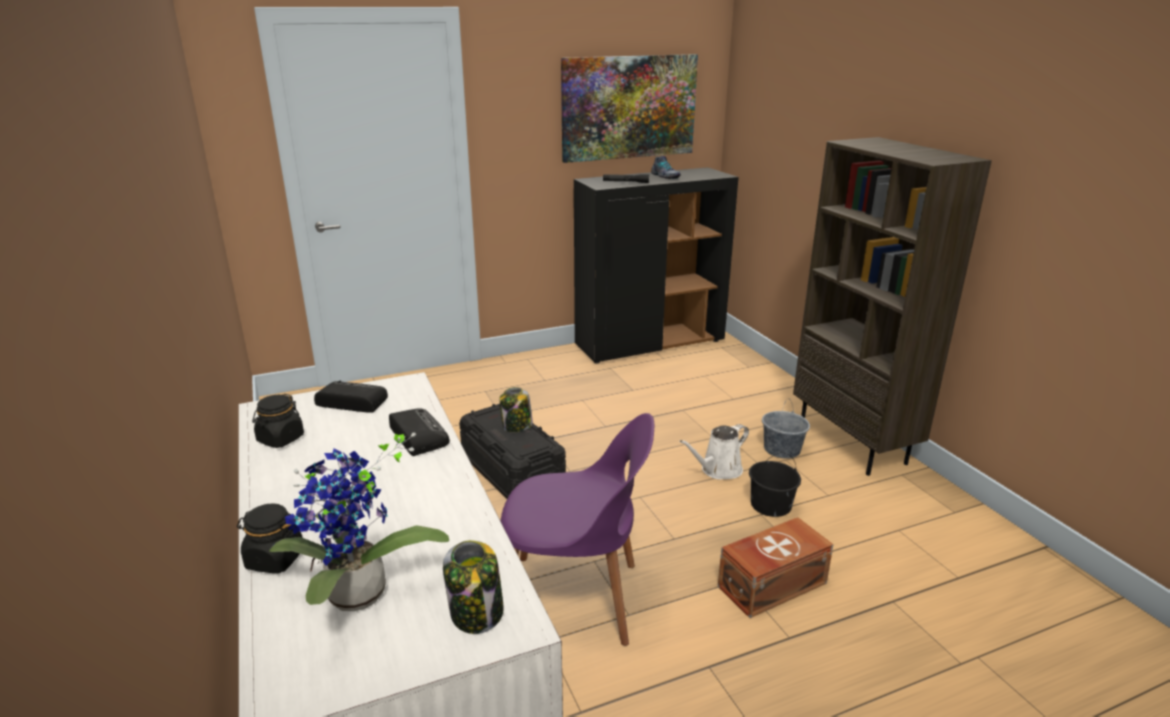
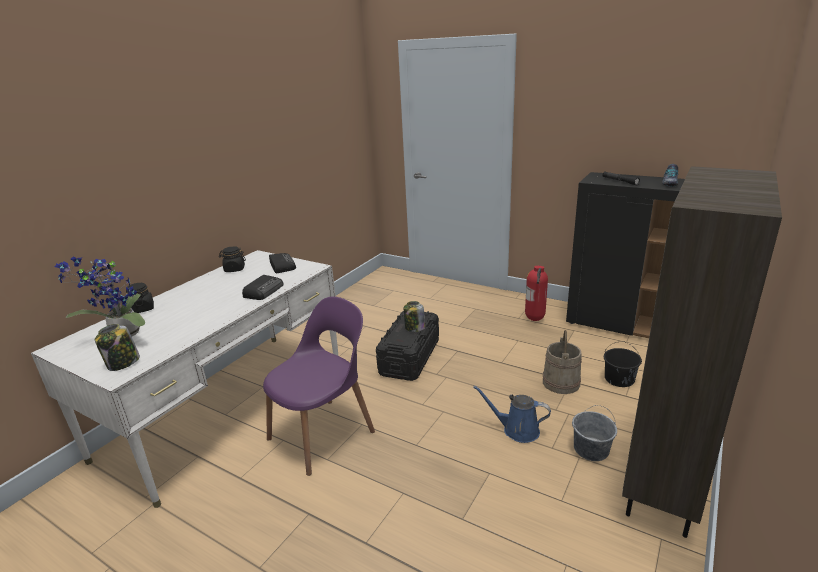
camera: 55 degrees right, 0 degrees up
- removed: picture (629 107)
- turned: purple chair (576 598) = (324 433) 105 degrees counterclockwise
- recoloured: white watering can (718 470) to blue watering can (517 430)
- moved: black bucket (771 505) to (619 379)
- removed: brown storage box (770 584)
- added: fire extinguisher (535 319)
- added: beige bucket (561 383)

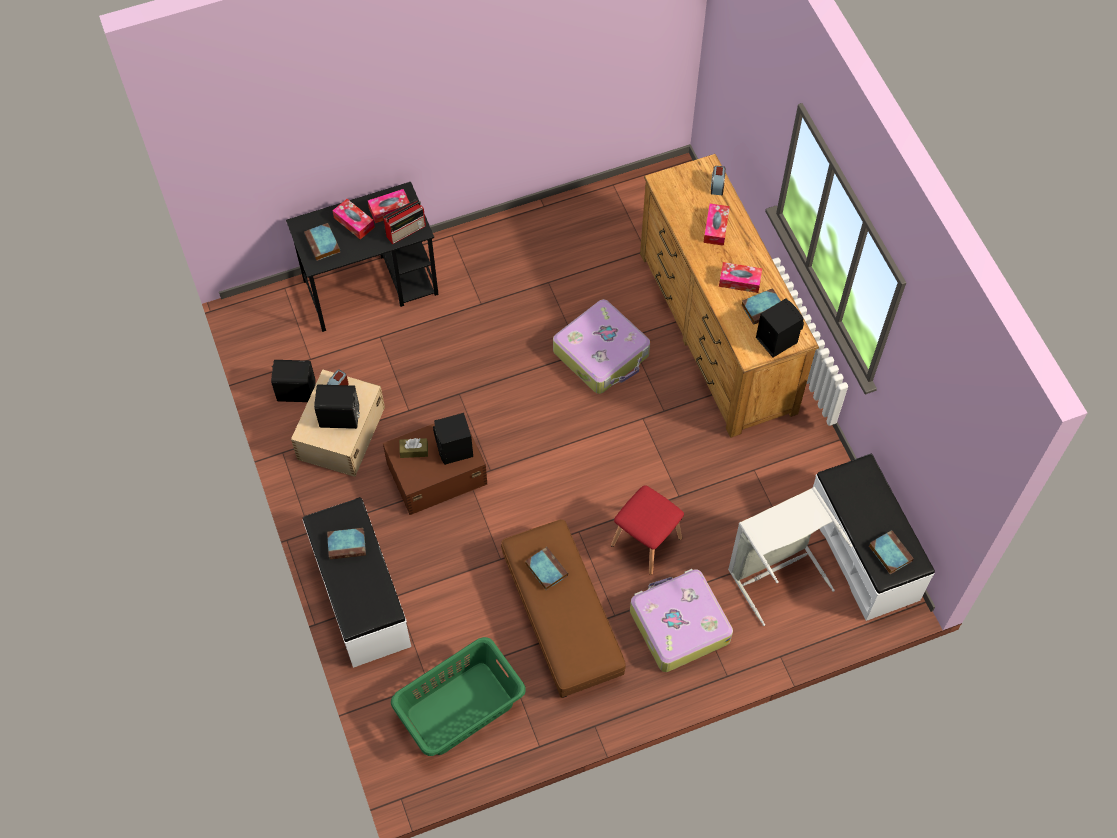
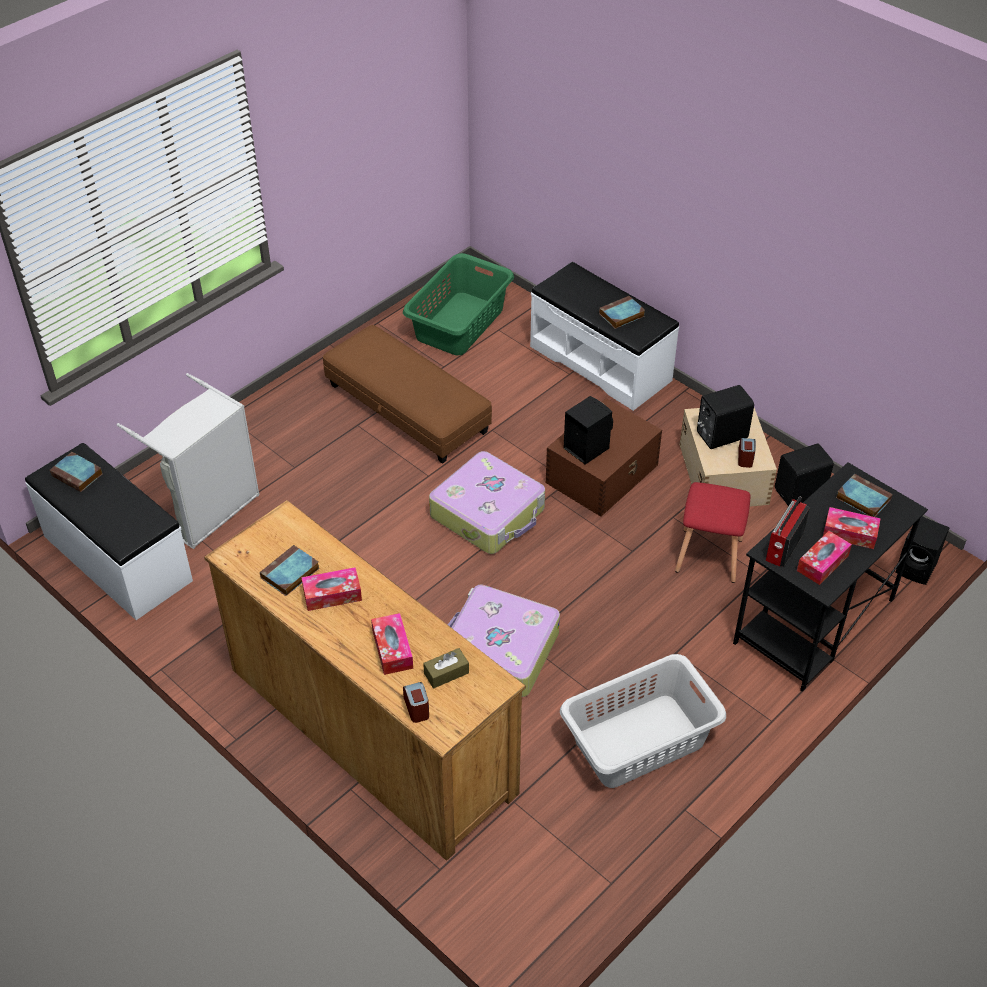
camera: 155 degrees right, 15 degrees down
- moved: black speaker (776 339) to (917 568)
- moved: brown tissue box (414 450) to (446 673)
- moved: red stool (646 543) to (708 554)
- removed: book (545 569)
- moved: suitcase (678 625) to (489 513)
- added: grey laundry basket (638 740)

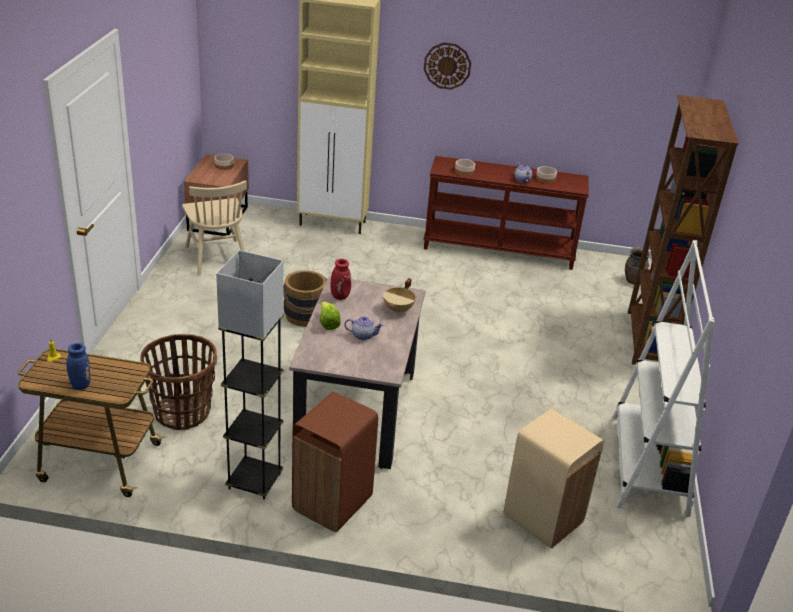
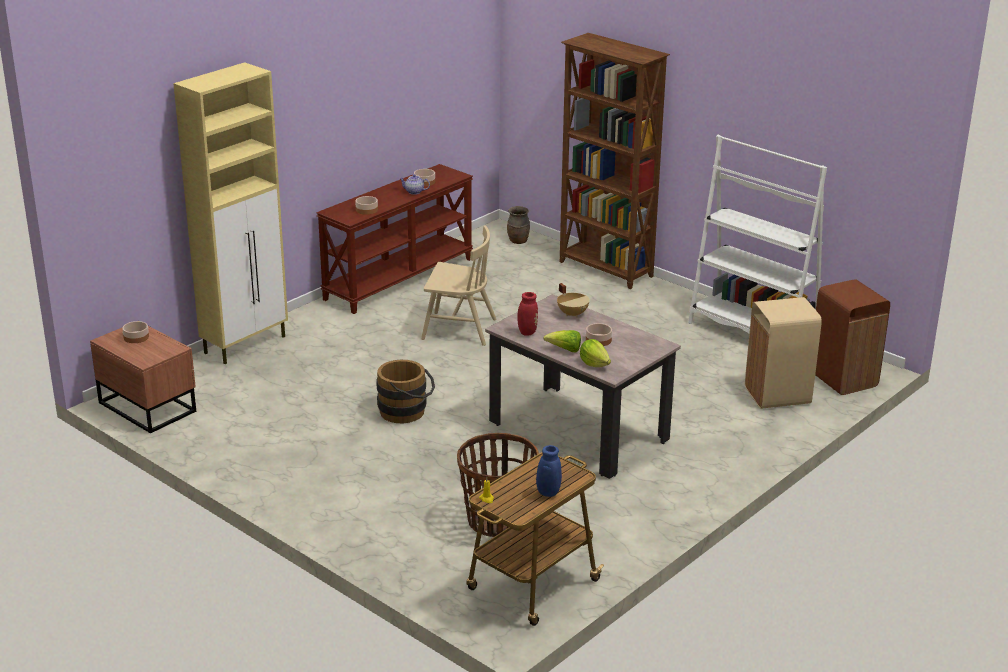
camera: 55 degrees left, 5 degrees down
- removed: wall clock (447 65)
- moved: beige chair (217 257) to (458 329)
- removed: grey floor lamp (254 481)
- replaced: teapot (363 335) to bowl (598 340)
- moved: brown trash can (331 503) to (842 379)
- added: lettuce (594 364)

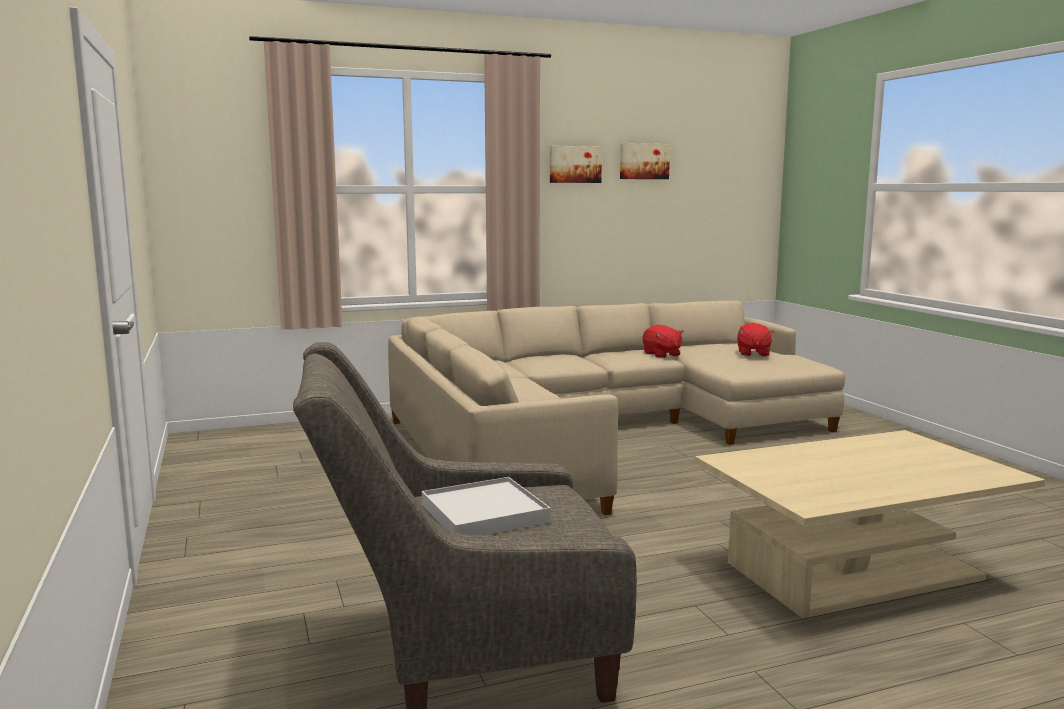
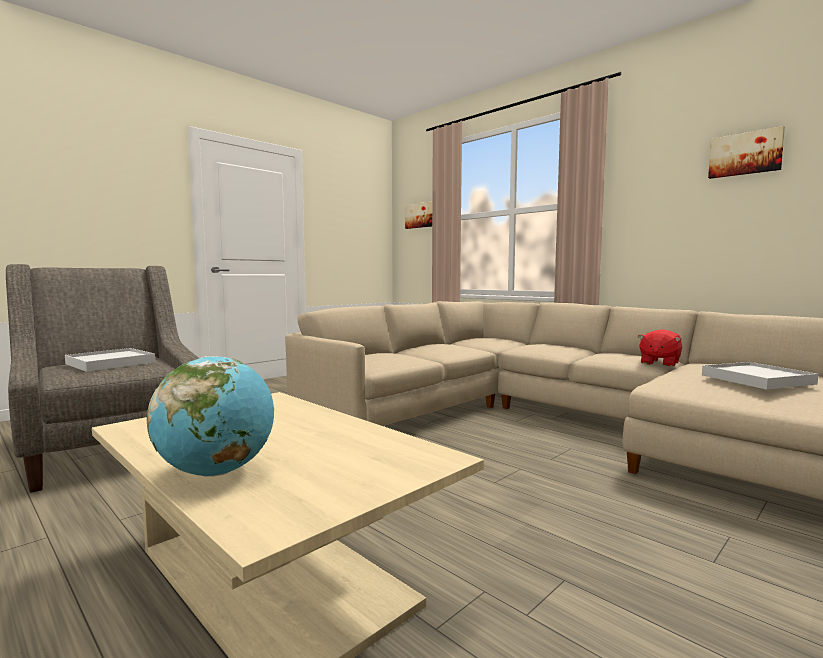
camera: 65 degrees right, 5 degrees down
- moved: picture (574 164) to (420 215)
- replaced: red plush toy (753 353) to white tray (757 379)
- added: globe (217 472)

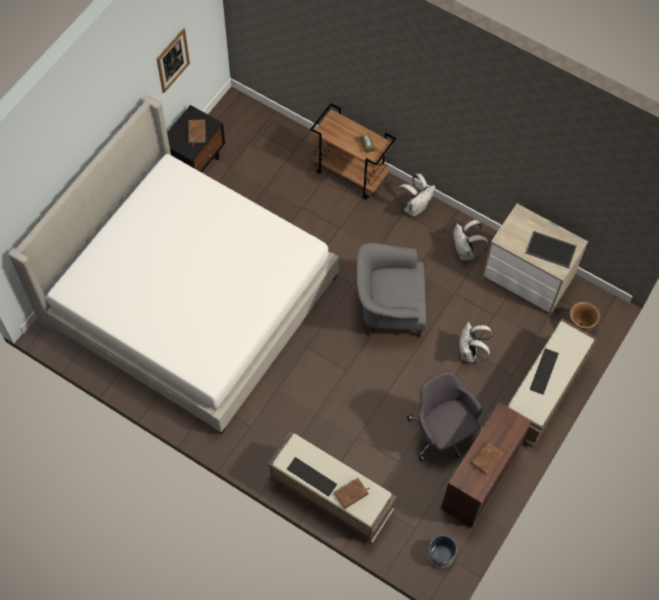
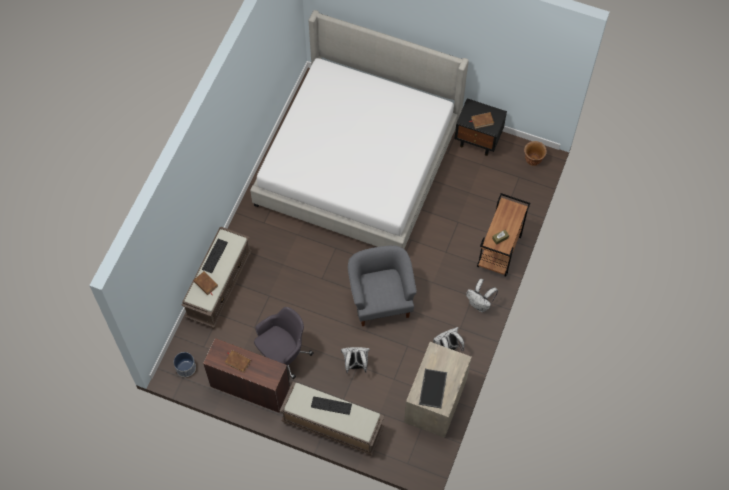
camera: 80 degrees right, 0 degrees up
- removed: picture (172 60)
- moved: brown planter (580 325) to (533 160)

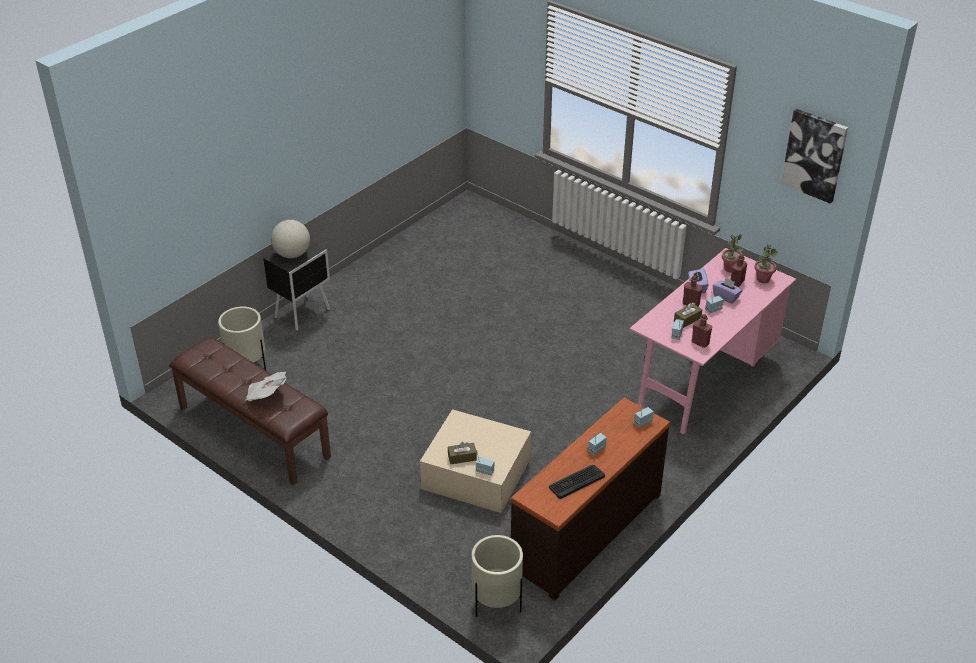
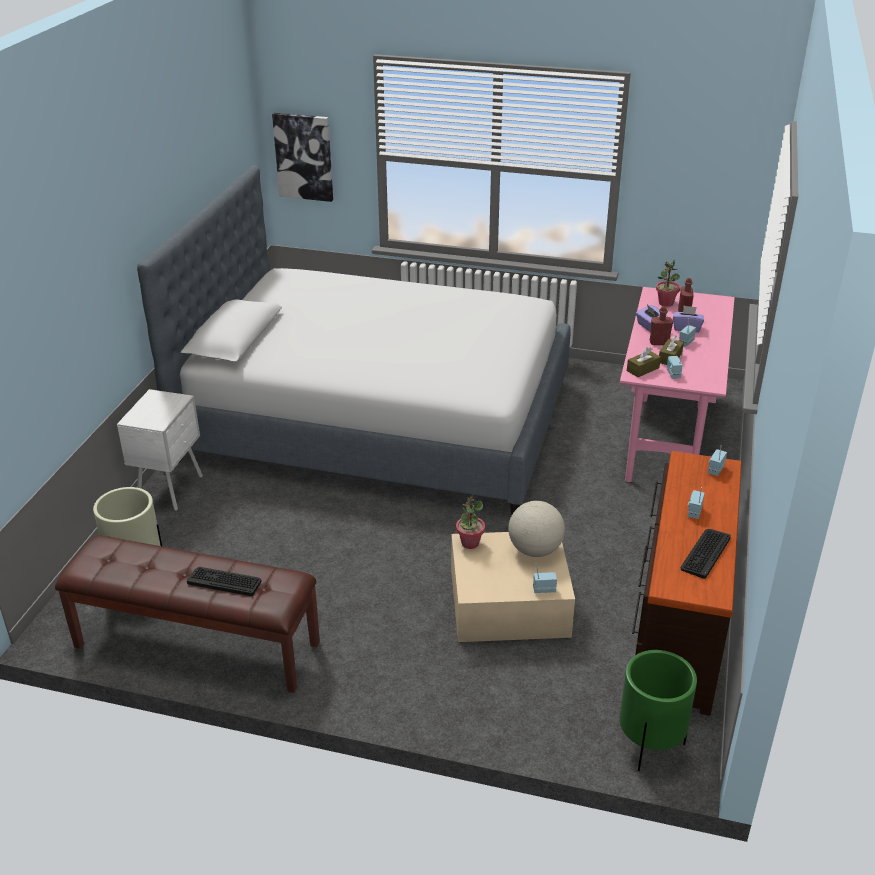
camera: 25 degrees left, 5 degrees down
- moved: picture (814 155) to (304 156)
- moved: globe (292 254) to (535 550)
- recoloured: black nightstand (303 313) to white nightstand (172 489)
- moved: potted plant (763 279) to (470 543)
- removed: red bottle (700 343)
- replaced: newspaper (266 395) to keyboard (224 581)
- moved: brown tissue box (462 457) to (643 369)
- recoloured: beige planter (496 604) to green planter (649 745)
- added: bed (378 419)

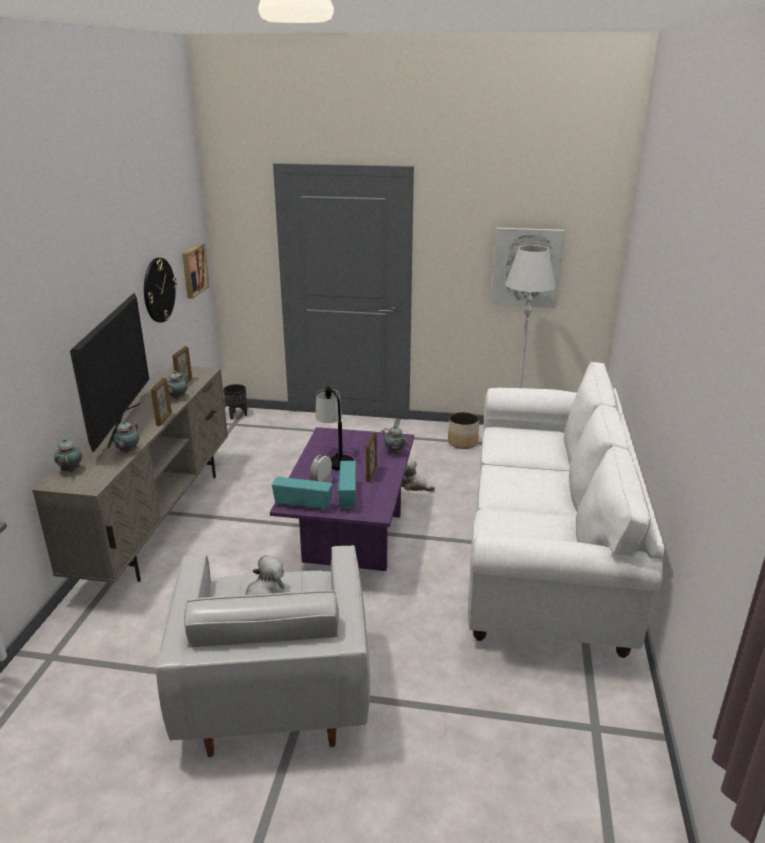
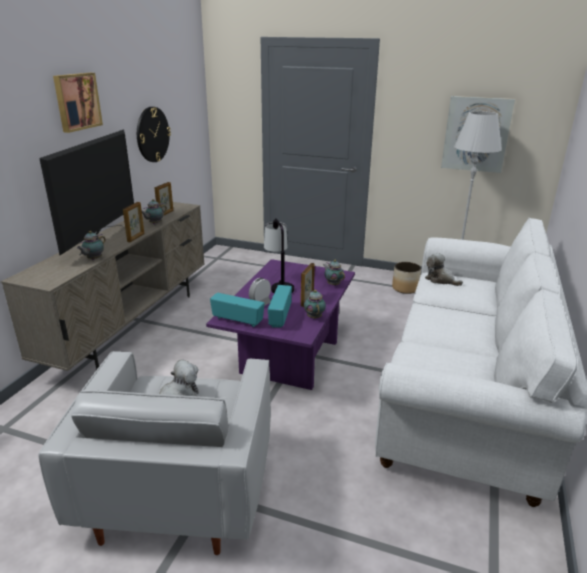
camera: 10 degrees right, 0 degrees up
- moved: picture (193 270) to (76 101)
- removed: black planter (237 415)
- moved: teapot (71 469) to (314 317)
- moved: plush toy (414 486) to (440 280)

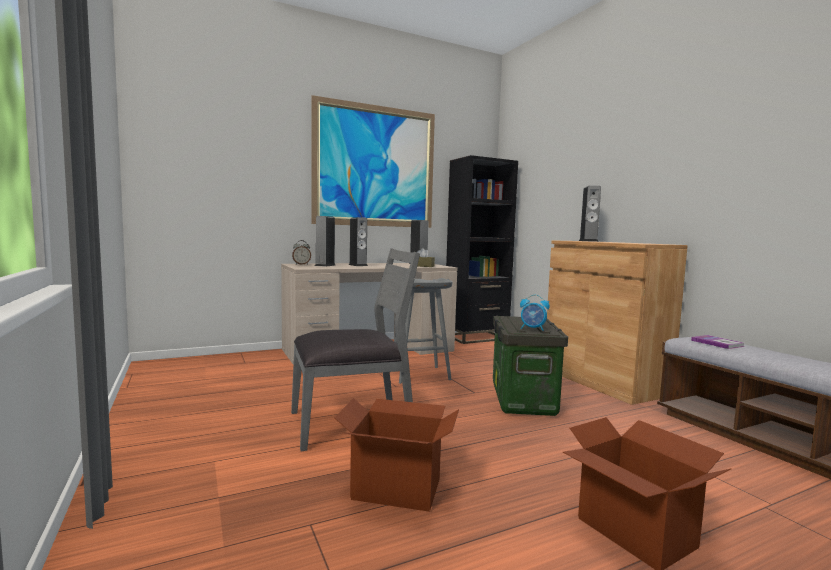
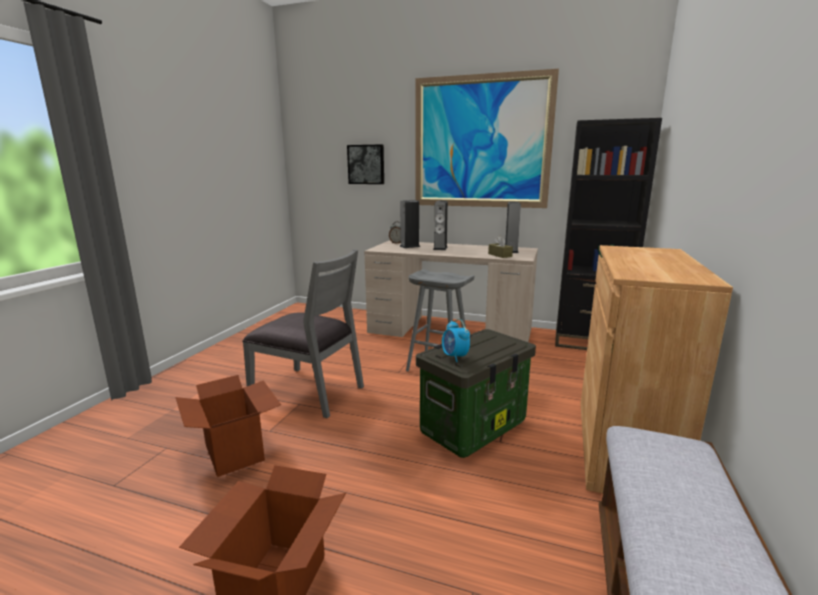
camera: 45 degrees right, 10 degrees up
- removed: speaker (588 241)
- removed: book (717 343)
- added: picture (366 164)

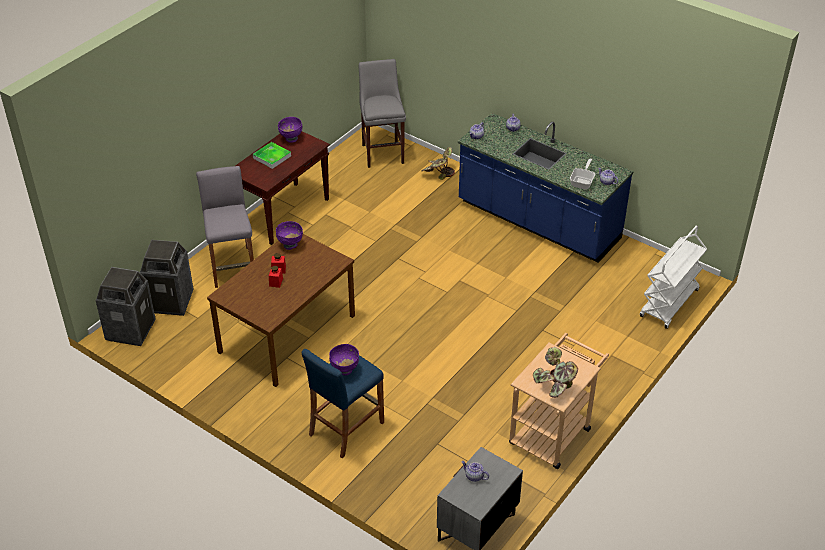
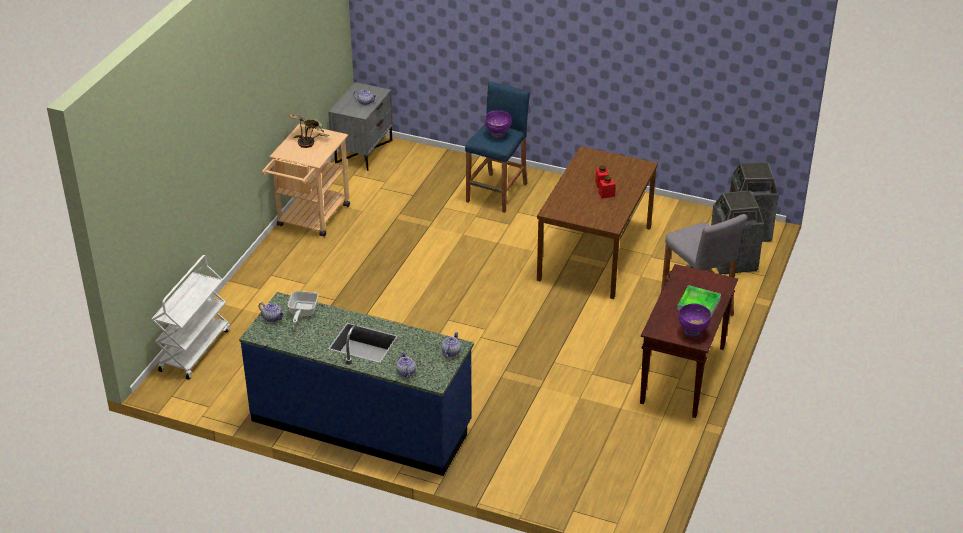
camera: 165 degrees right, 5 degrees down
- removed: grey stool (382 152)
- removed: potted plant (438 173)
- removed: purple bowl (290 245)

